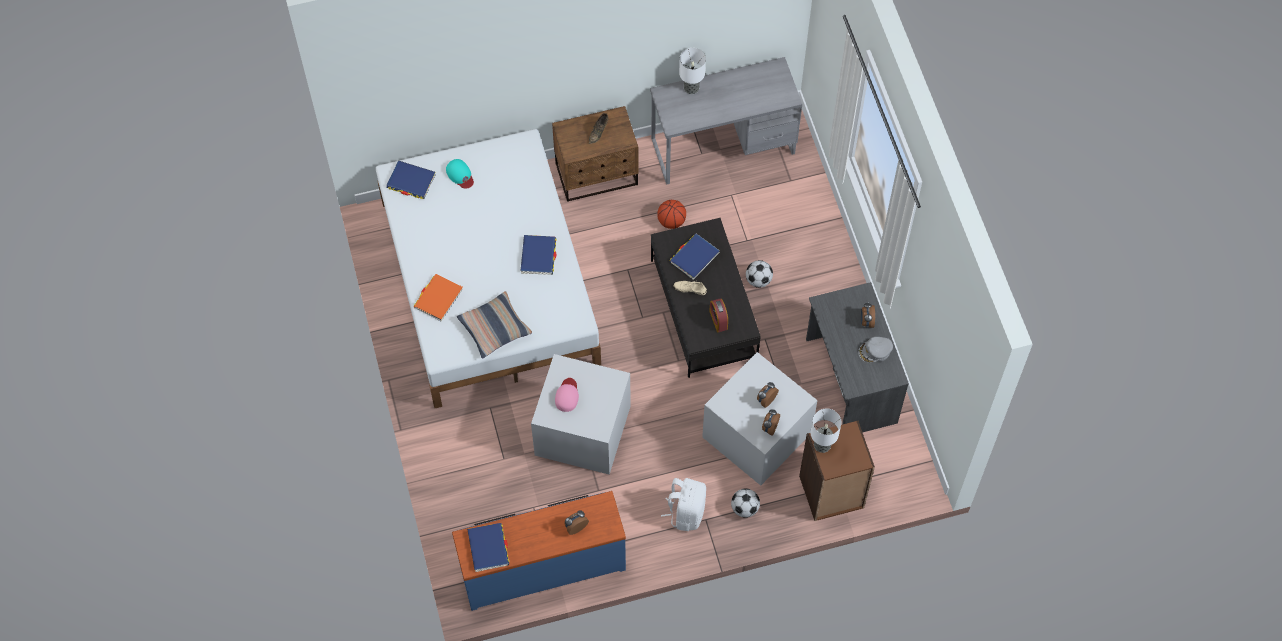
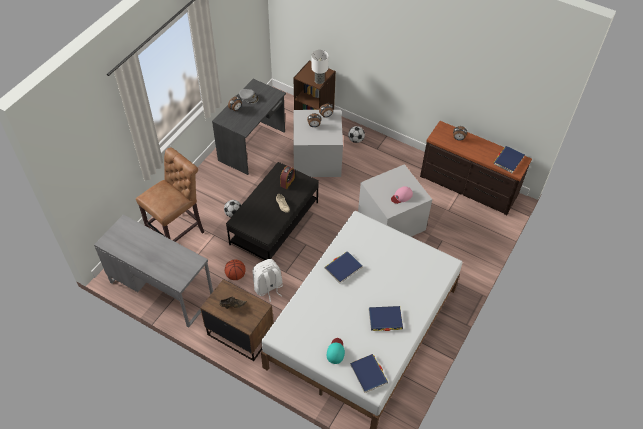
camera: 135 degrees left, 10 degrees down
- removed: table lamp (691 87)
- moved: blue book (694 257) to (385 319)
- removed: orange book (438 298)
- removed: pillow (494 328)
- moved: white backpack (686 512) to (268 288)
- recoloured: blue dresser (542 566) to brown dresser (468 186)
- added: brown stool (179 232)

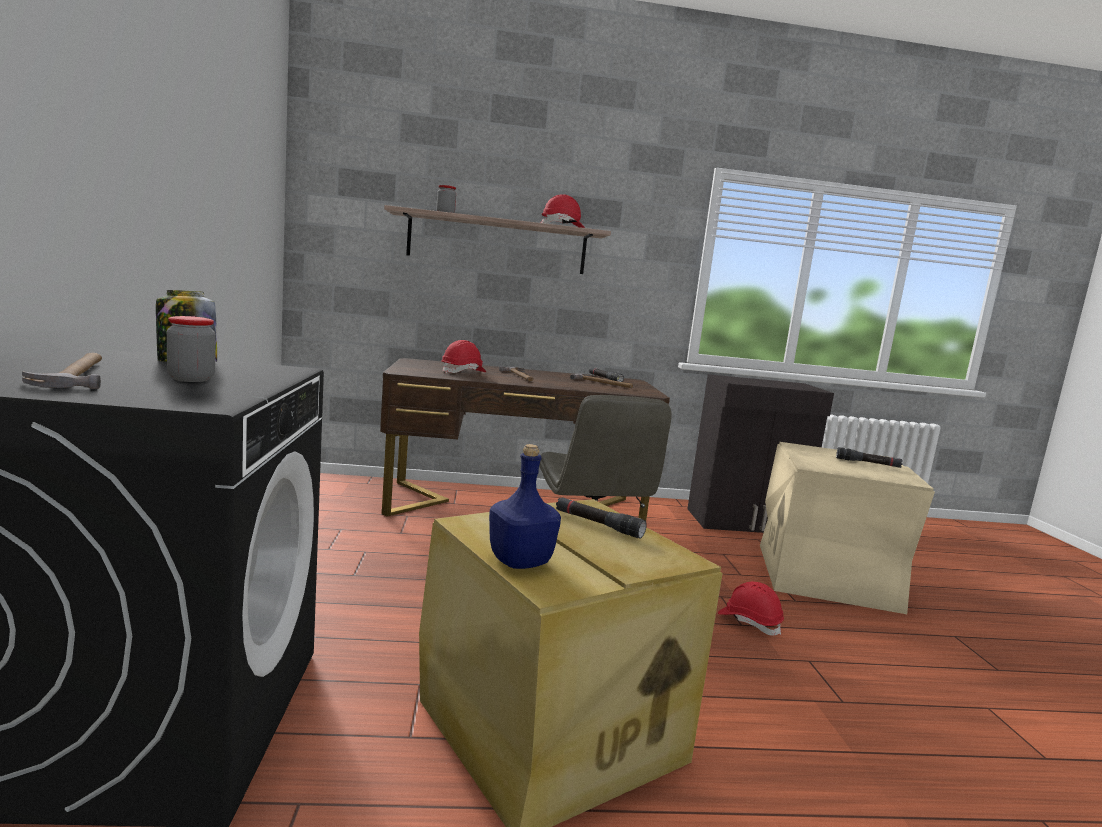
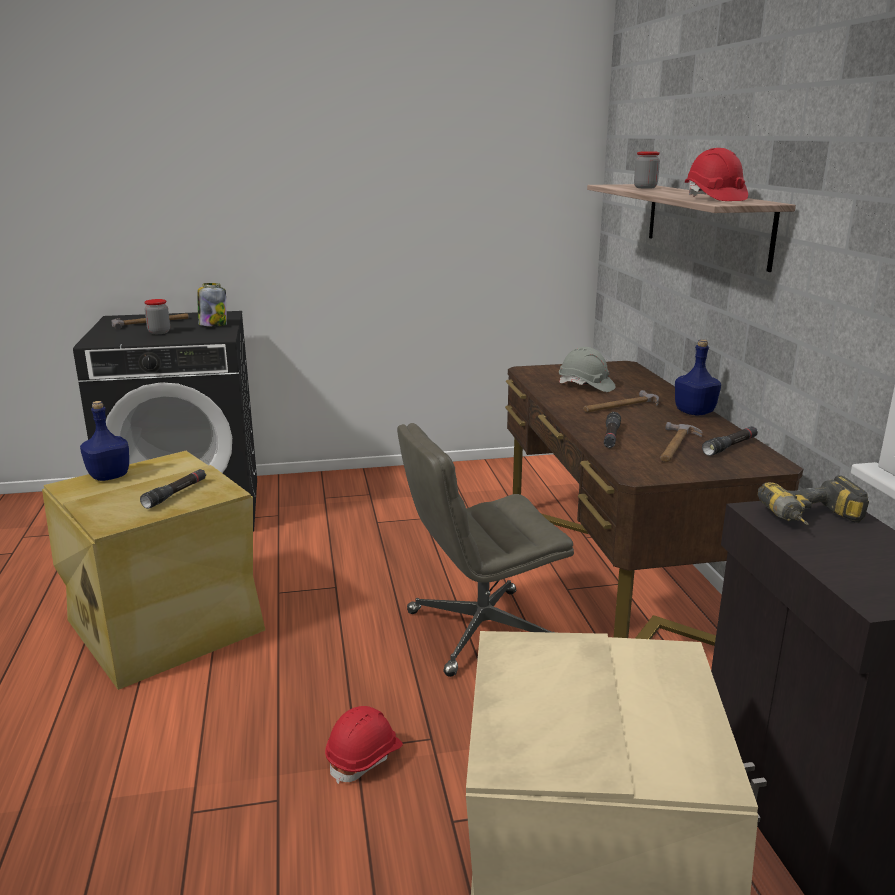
camera: 85 degrees right, 10 degrees up
- recoloured: red hard hat (463 372) to grey hard hat (586 386)
- moved: black flashlight (867 463) to (611 437)
- added: blue bottle (695 412)
- added: power drill (814 521)

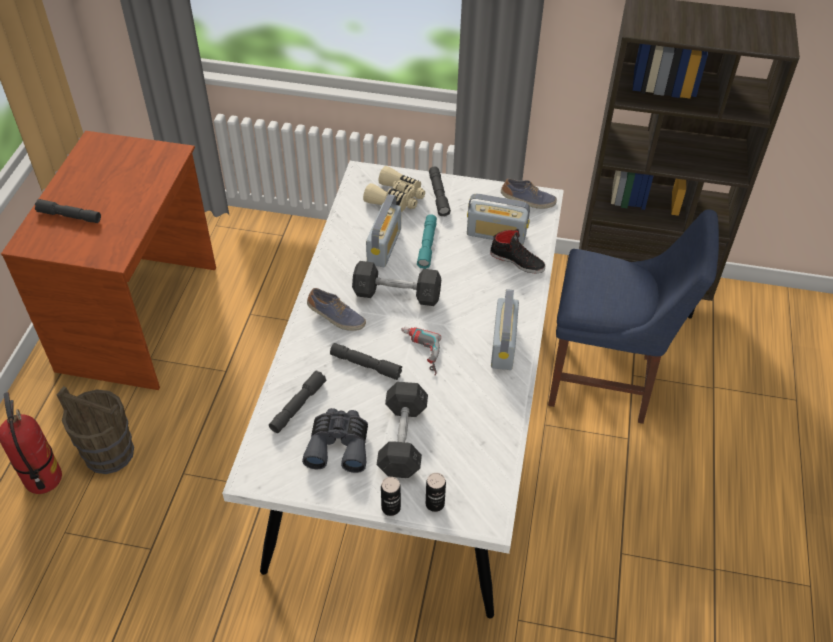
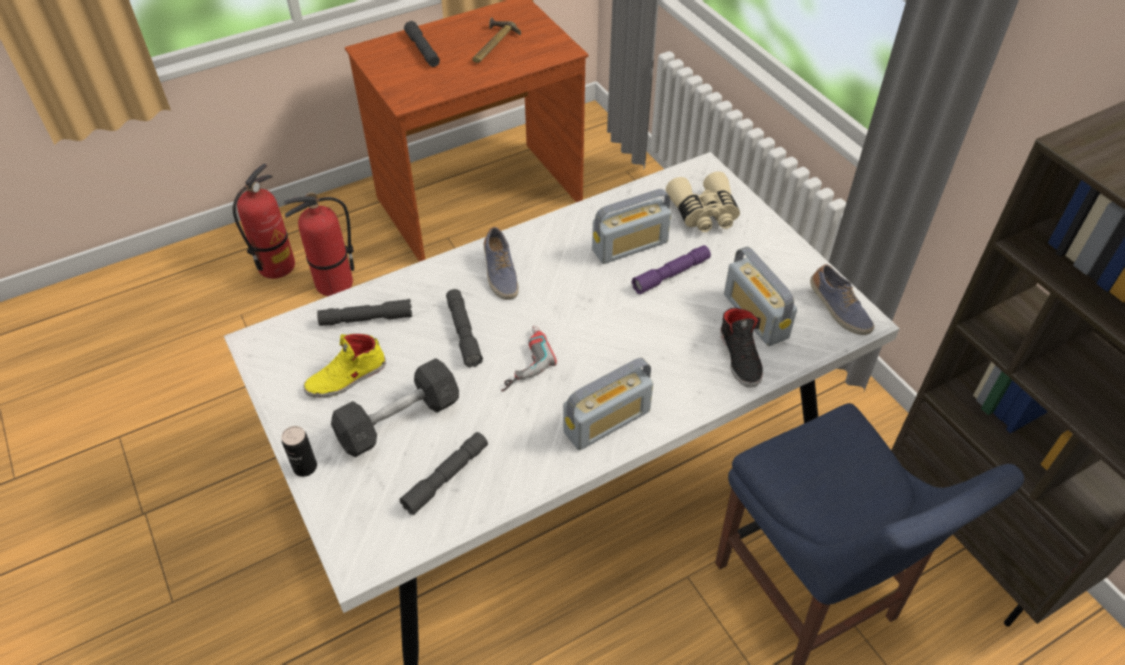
camera: 50 degrees right, 0 degrees up
- moved: grey flashlight (438 195) to (446 477)
- recoloured: turquoise flashlight (427 245) to purple flashlight (671 275)
- removed: grey dumbbell (397 294)
- replaced: brown bucket (109 453) to fire extinguisher (334 284)
- replaced: grey binoculars (339 445) to yellow shoe (347 378)
- removed: can (435 504)
- added: hammer (491 45)

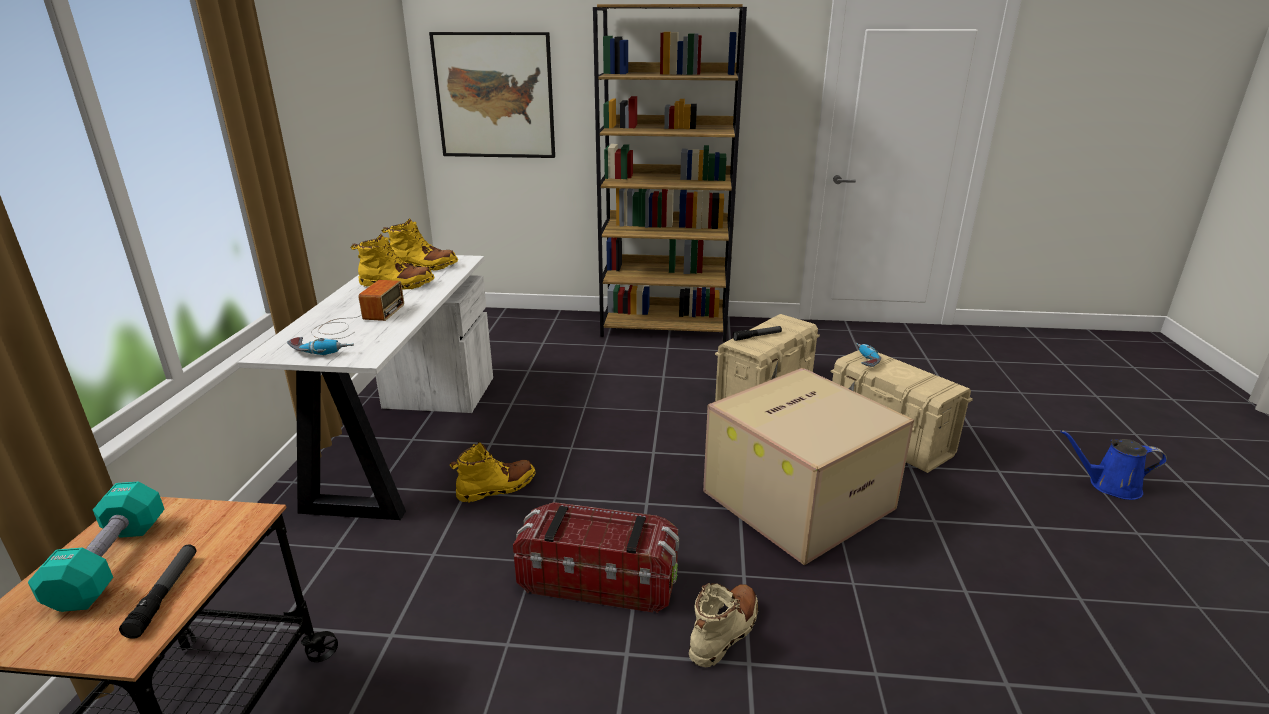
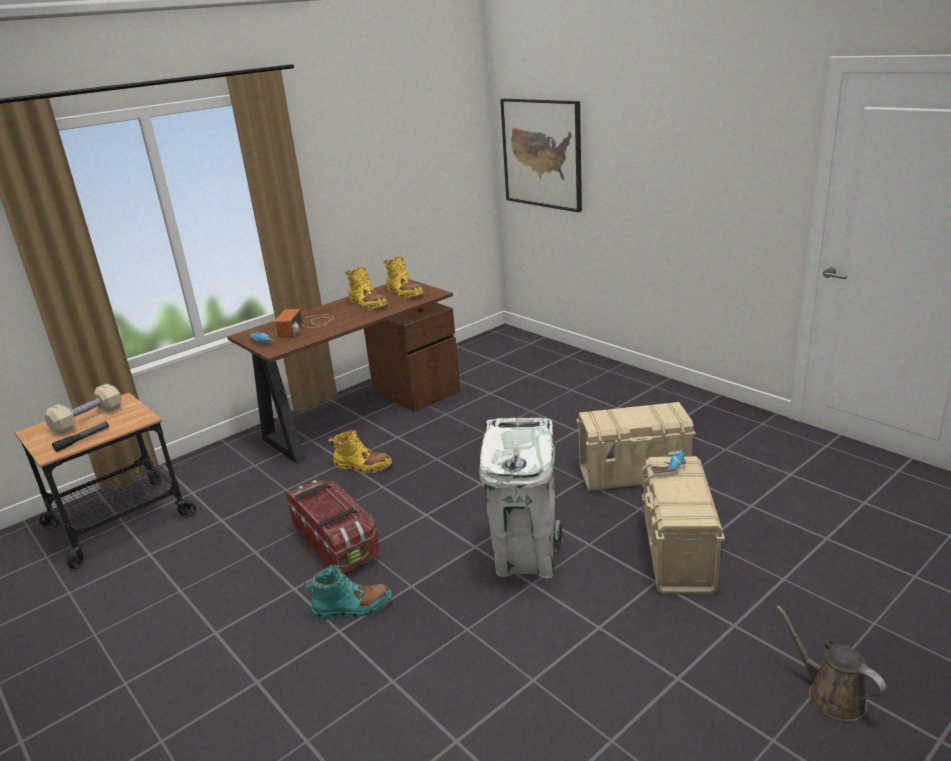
camera: 45 degrees right, 0 degrees up
- removed: brown bookcase (665 326)
- recoloured: white desk (405 437) to brown desk (360 415)
- turned: radio (356 321) = (307 325) 135 degrees clockwise
- removed: flashlight (757 336)
- replaced: cardboard box (797 498) to white trash can (525 559)
- recoloured: blue watering can (1109 486) to brown watering can (831 695)
- recoloured: turquoise dumbbell (111 563) to beige dumbbell (88 419)
- recoloured: beige boot (724 632) to turquoise boot (352 608)

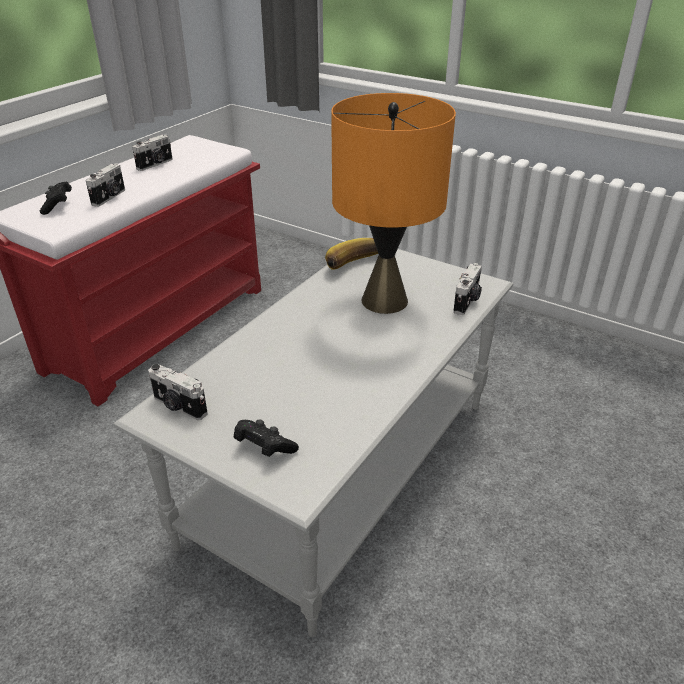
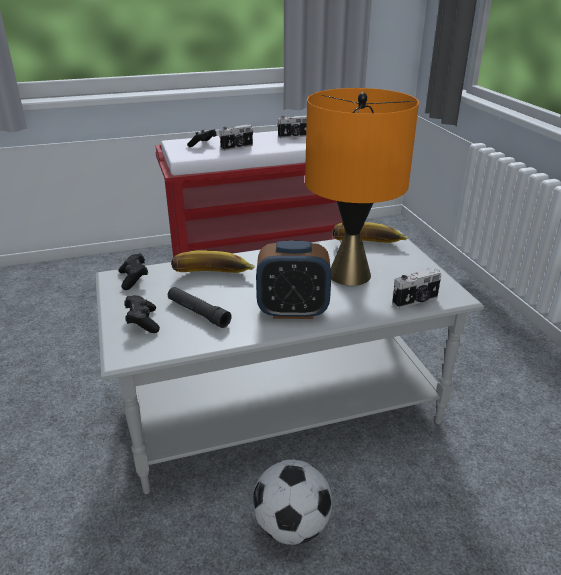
camera: 40 degrees right, 5 degrees down
- replaced: photo camera (179 407) to black game controller (134 279)
- added: alarm clock (293 311)
- added: banana (212 277)
- added: black flashlight (198 313)
- added: football (292 526)

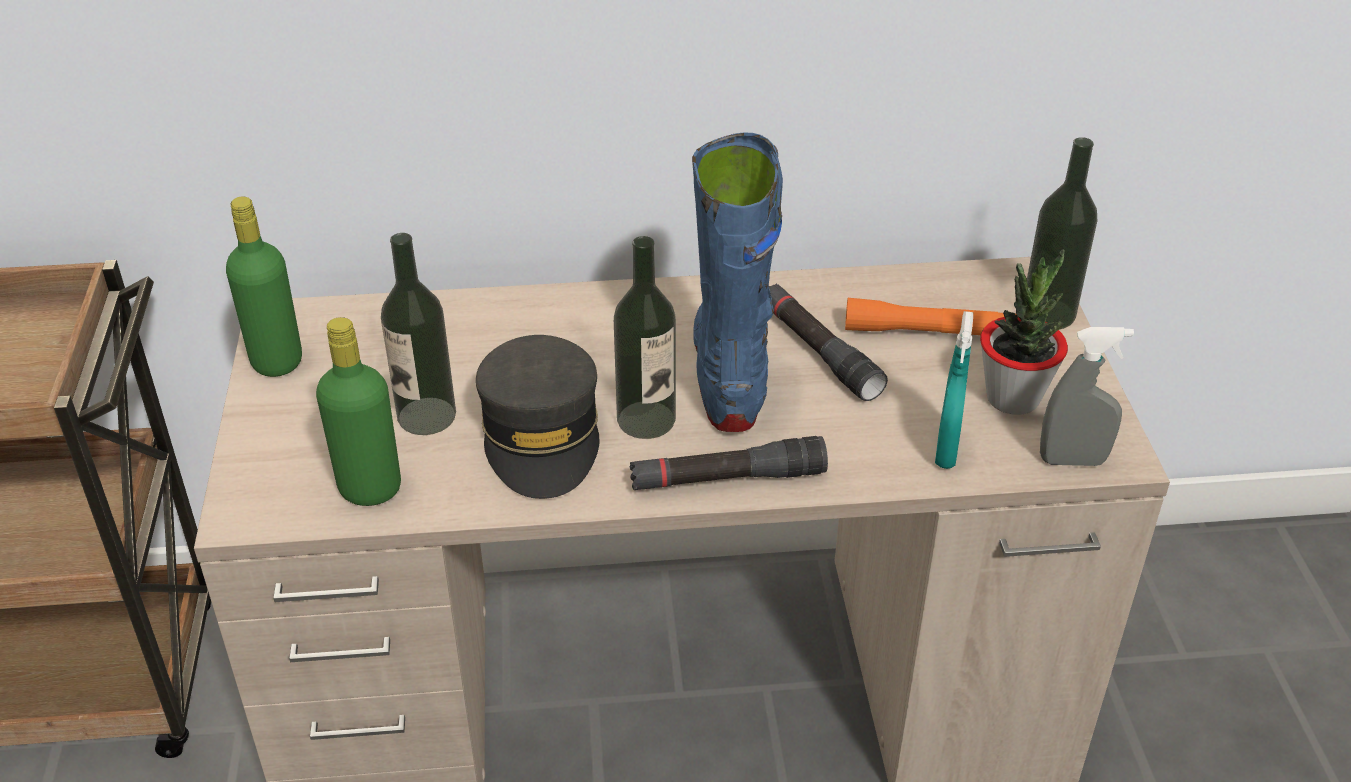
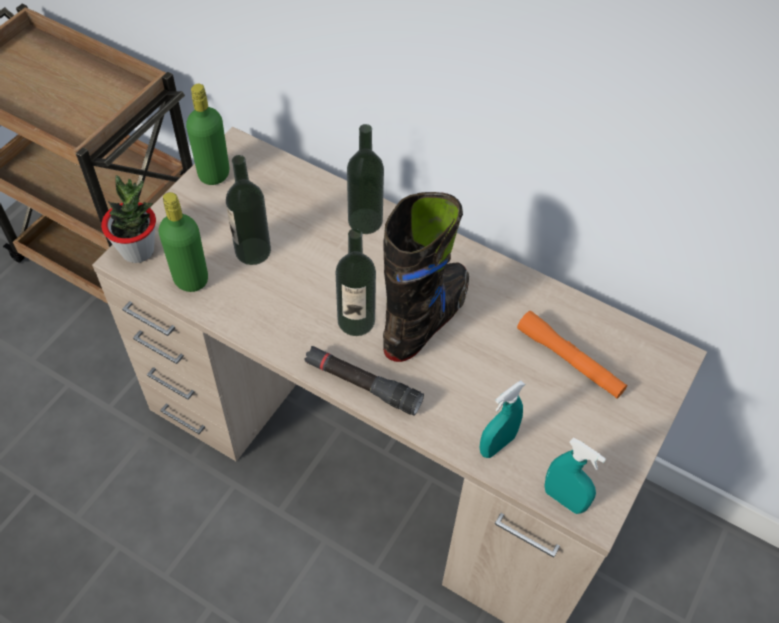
camera: 35 degrees right, 15 degrees up
- recoloured: blue boot (729 376) to black boot (426 319)
- moved: bottle (1048 314) to (365 221)
- moved: potted plant (1013 398) to (138 250)
- removed: black flashlight (818 352)
- recoloured: grey spray bottle (1072 460) to turquoise spray bottle (564 499)
- removed: grey cap (542 435)

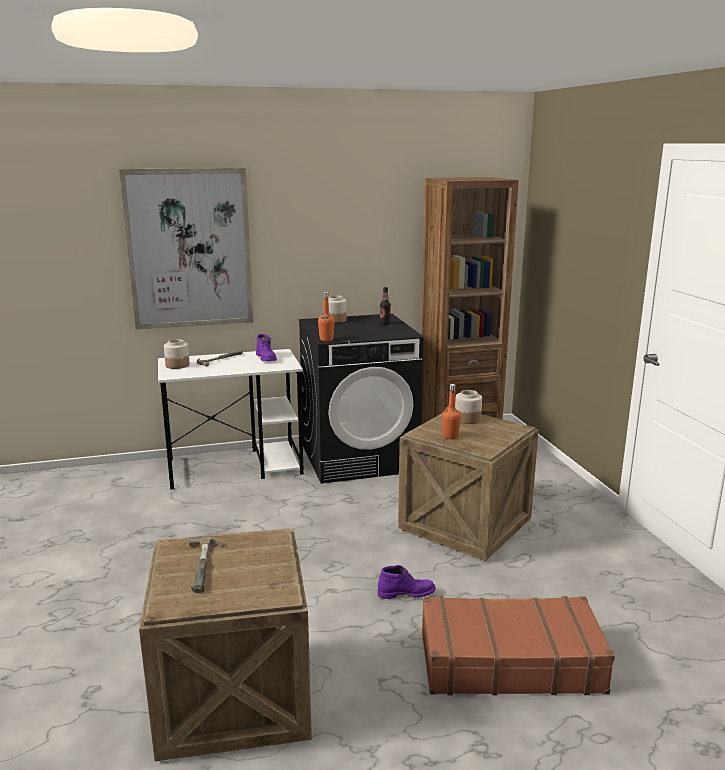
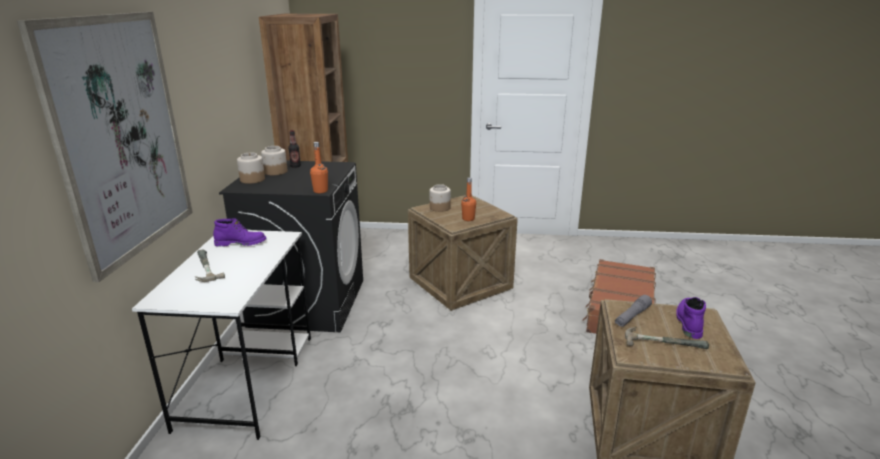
camera: 70 degrees left, 5 degrees up
- moved: jar (177 365) to (275 172)
- moved: purple boot (406 593) to (688 322)
- added: grey flashlight (632 316)

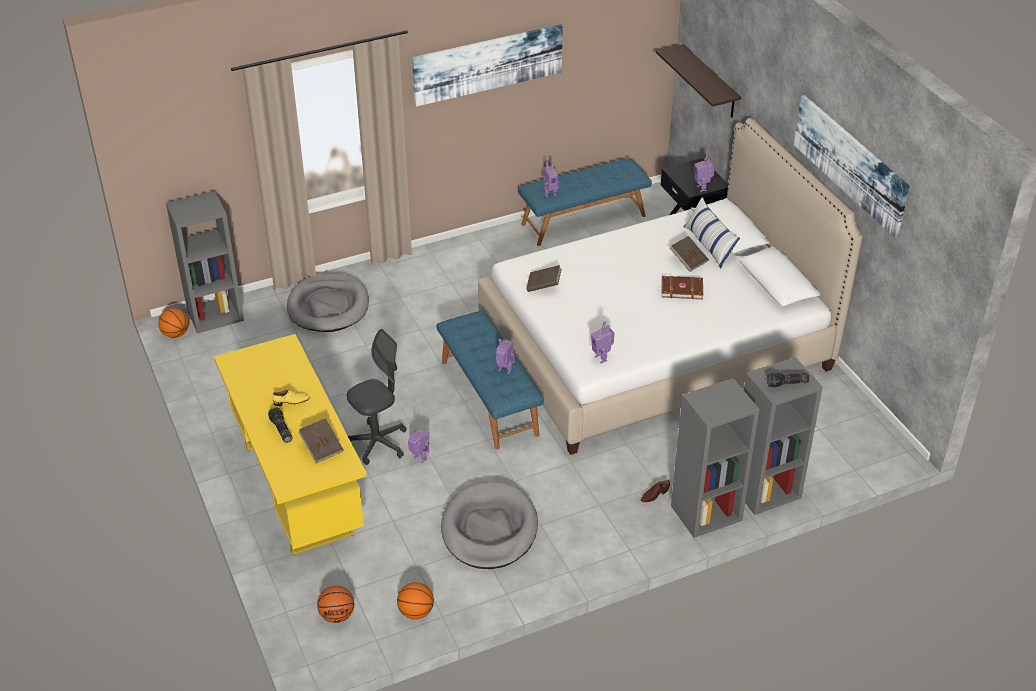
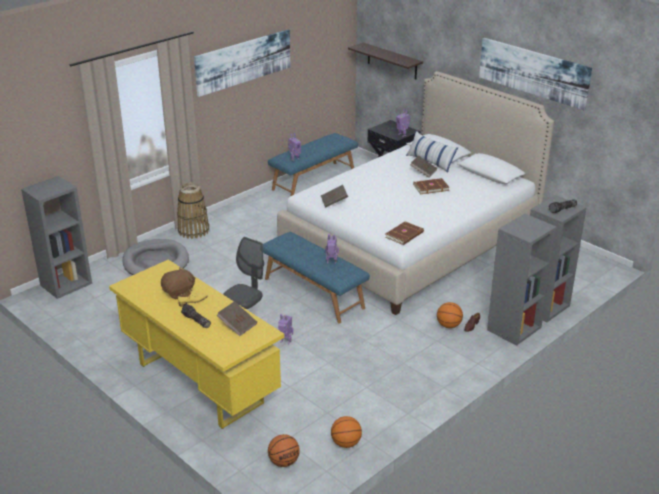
camera: 20 degrees left, 10 degrees down
- moved: basketball (175 334) to (448 325)
- replaced: toy robot (601 358) to brown book (405 235)
- removed: grey dog bed (489 529)
- added: basket (193 231)
- added: brown plush toy (179 292)

